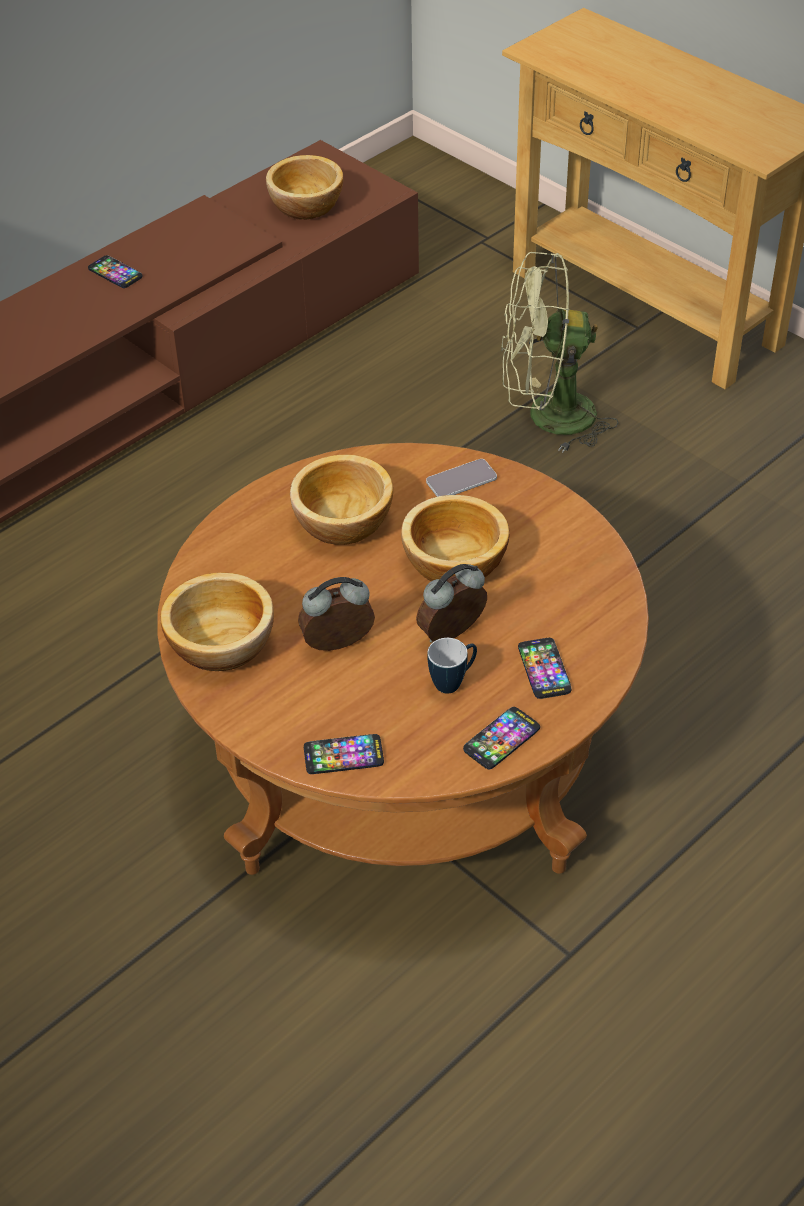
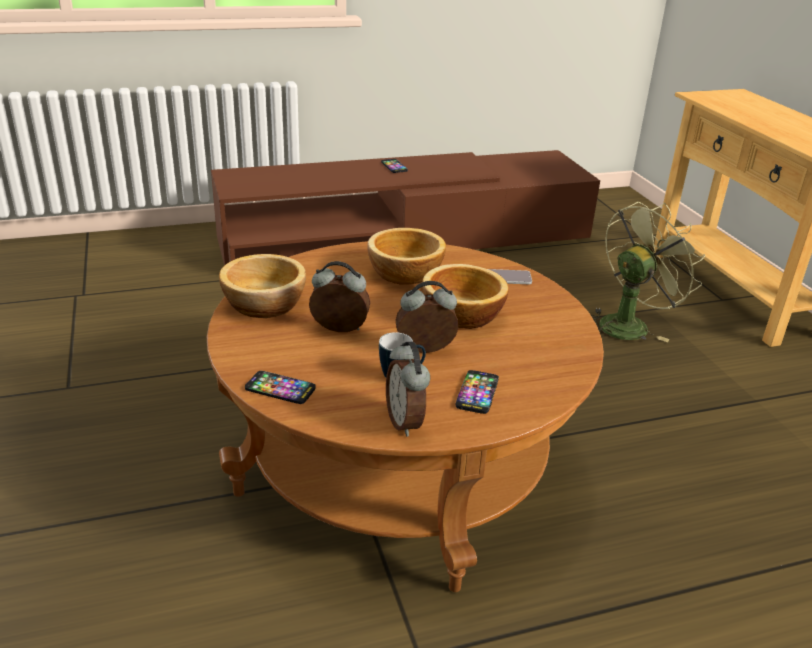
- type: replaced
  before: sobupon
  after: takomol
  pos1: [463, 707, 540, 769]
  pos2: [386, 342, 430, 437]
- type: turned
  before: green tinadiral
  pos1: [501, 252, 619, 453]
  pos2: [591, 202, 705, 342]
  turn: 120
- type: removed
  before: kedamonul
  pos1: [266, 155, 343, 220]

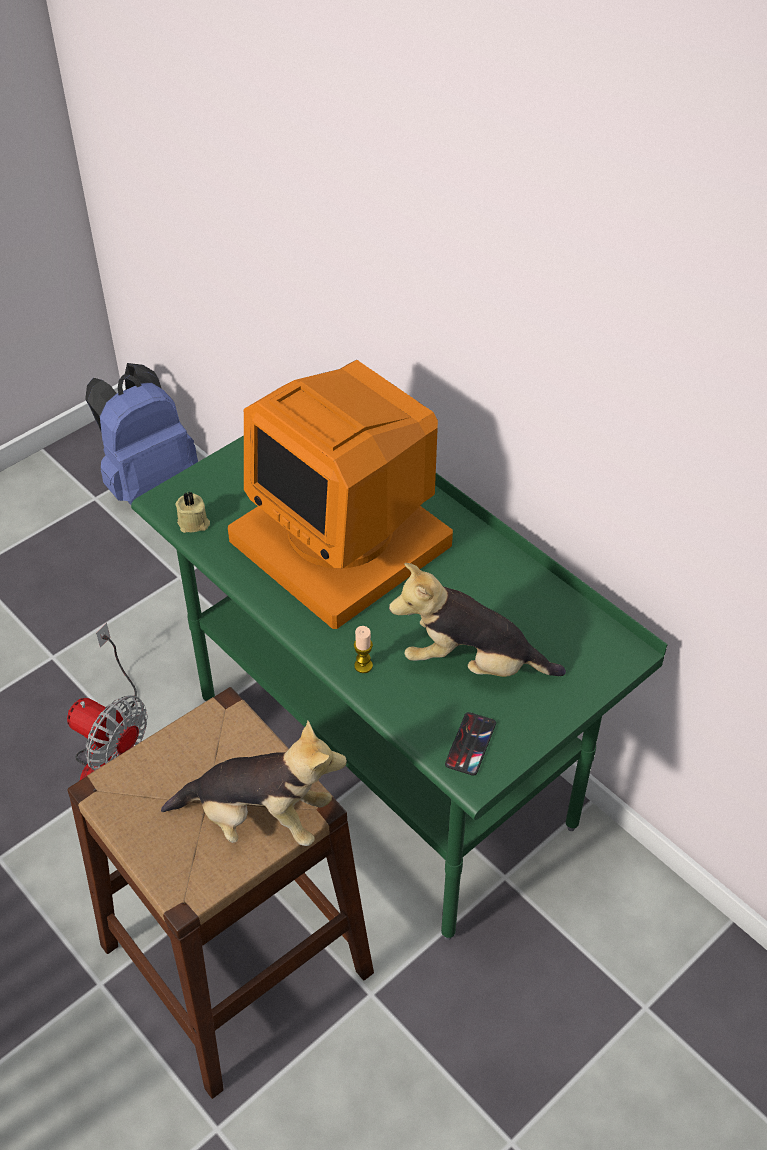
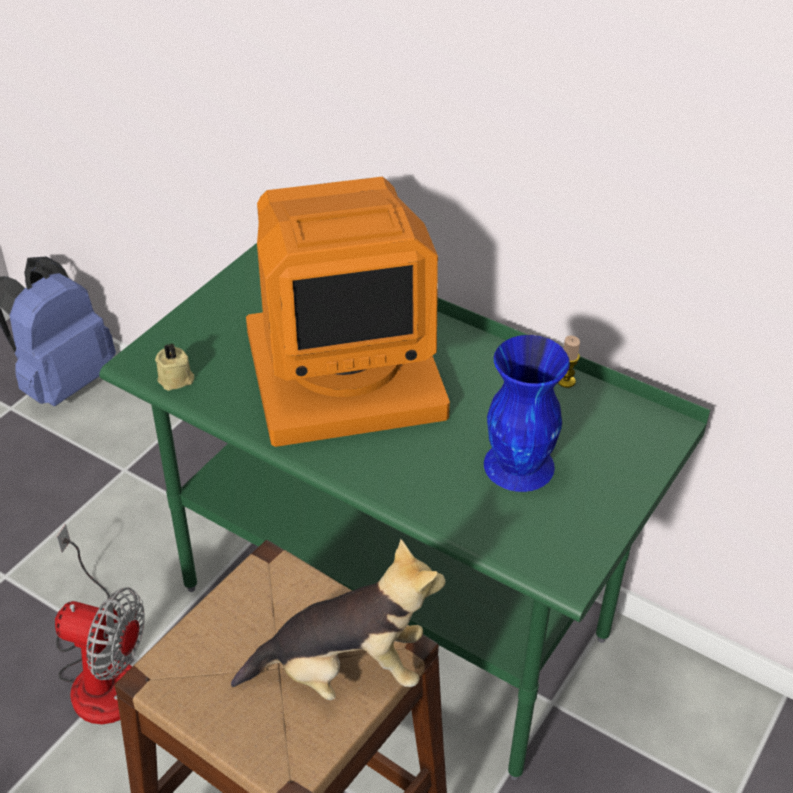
- type: turned
  before: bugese
  pos1: [228, 360, 453, 629]
  pos2: [246, 176, 450, 447]
  turn: -45
- type: replaced
  before: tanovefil
  after: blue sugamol
  pos1: [389, 563, 566, 677]
  pos2: [484, 335, 570, 492]
- type: moved
  before: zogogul
  pos1: [354, 626, 373, 673]
  pos2: [558, 335, 580, 388]
- type: removed
  before: sobupon
  pos1: [445, 712, 496, 776]

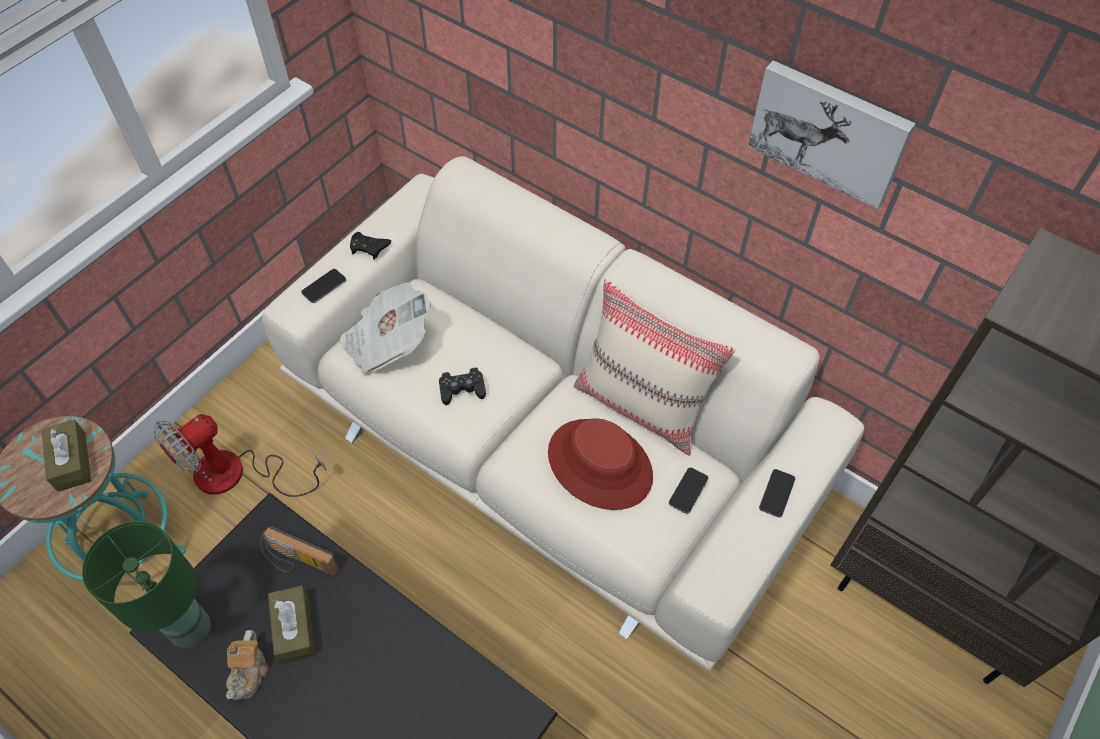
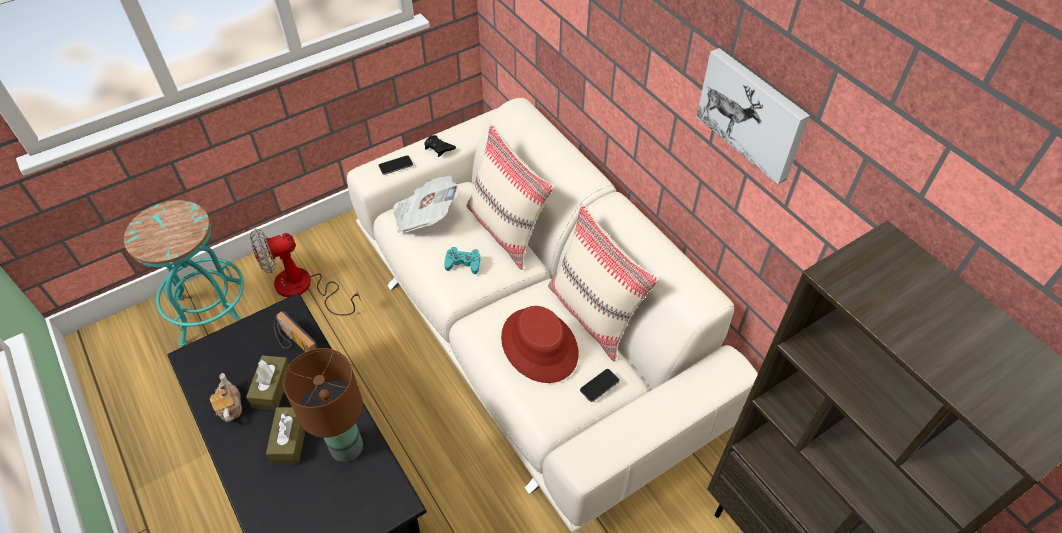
- type: turned
  before: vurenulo
  pos1: [226, 630, 268, 700]
  pos2: [210, 373, 242, 422]
  turn: 135
- type: moved
  before: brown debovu
  pos1: [42, 420, 91, 492]
  pos2: [266, 407, 305, 464]
- type: added
  after: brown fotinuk
  pos2: [283, 348, 363, 462]
- type: recoloured
  before: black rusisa
  after: turquoise rusisa
  pos1: [439, 367, 486, 405]
  pos2: [444, 247, 481, 274]
- type: added
  after: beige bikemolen
  pos2: [467, 123, 554, 270]
- type: removed
  before: green fotinuk
  pos1: [82, 521, 211, 649]
- type: removed
  before: sobupon
  pos1: [759, 469, 795, 518]

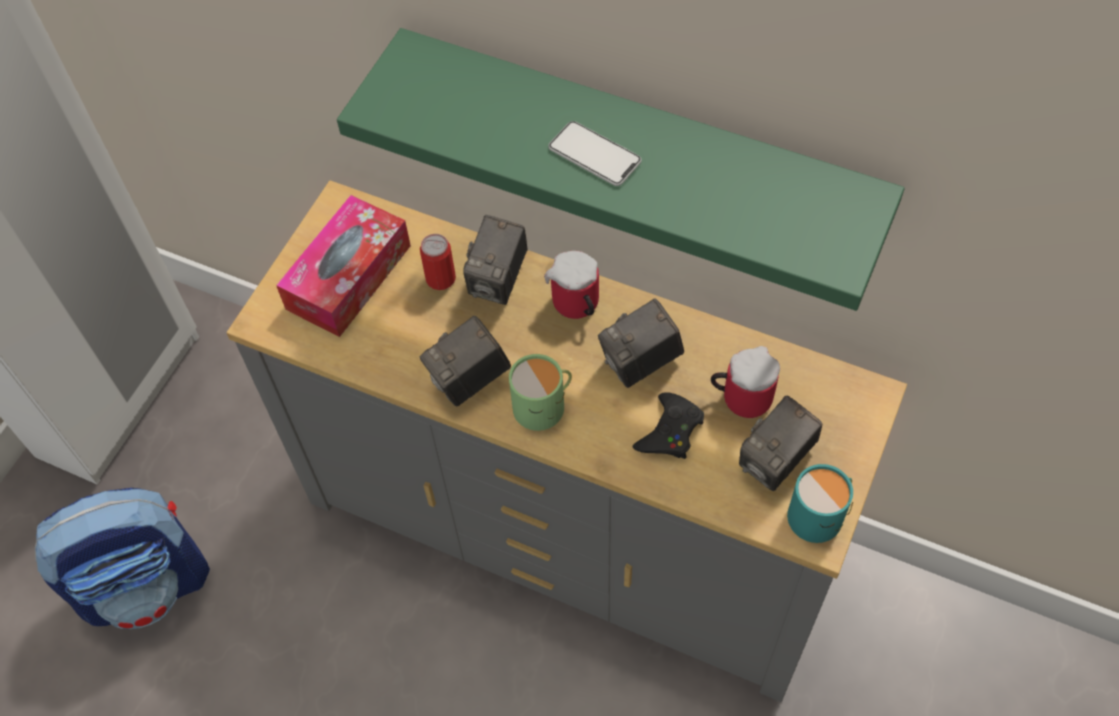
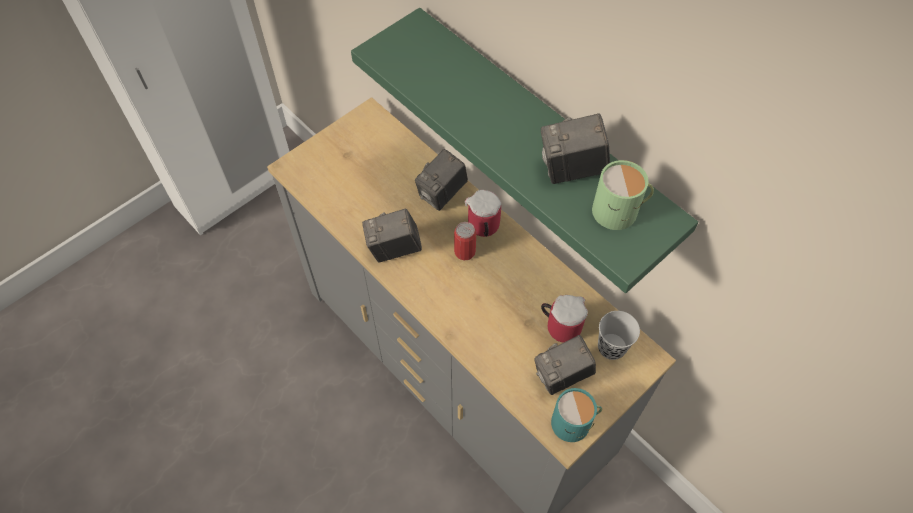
- type: moved
  before: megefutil
  pos1: [420, 234, 456, 290]
  pos2: [454, 222, 476, 260]
- type: moved
  before: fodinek
  pos1: [598, 299, 684, 388]
  pos2: [541, 113, 610, 184]
- type: moved
  before: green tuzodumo
  pos1: [509, 354, 572, 431]
  pos2: [592, 160, 654, 230]
- type: added
  after: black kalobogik
  pos2: [598, 311, 640, 360]
- type: removed
  before: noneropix
  pos1: [35, 488, 210, 629]
- type: removed
  before: debovu
  pos1: [276, 195, 411, 337]
- type: removed
  before: sobupon
  pos1: [548, 121, 642, 186]
- type: removed
  before: black rusisa
  pos1: [633, 392, 704, 459]

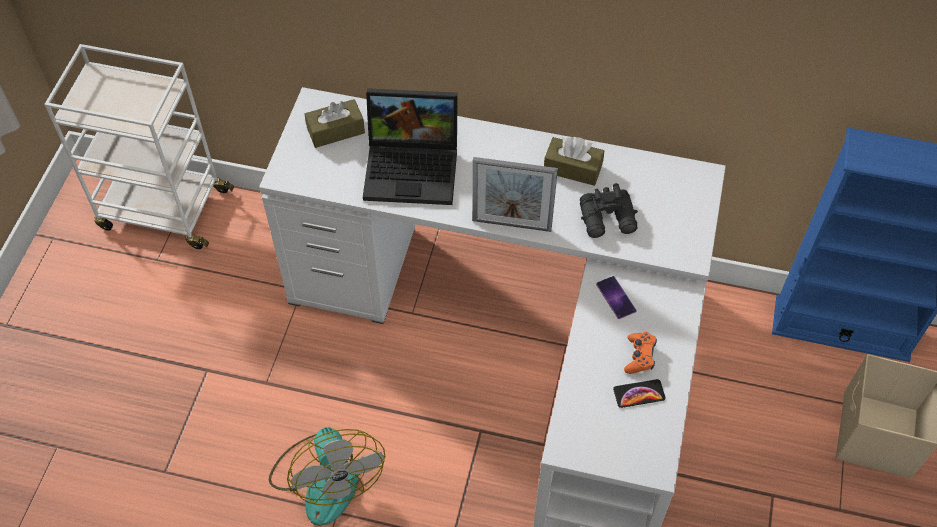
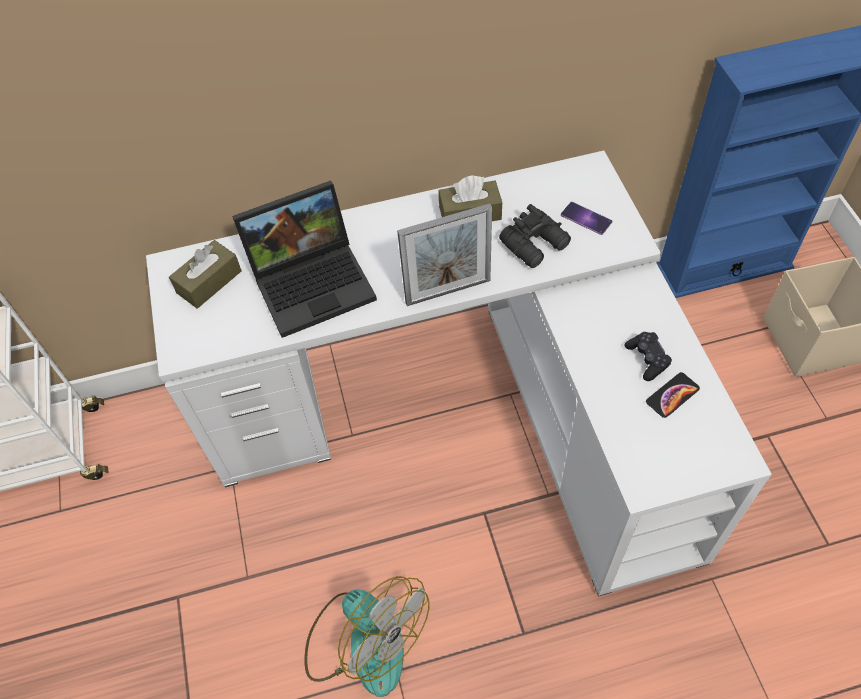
- type: moved
  before: sobupon
  pos1: [596, 276, 636, 319]
  pos2: [561, 202, 612, 235]
- type: recoloured
  before: orange rusisa
  after: black rusisa
  pos1: [624, 332, 657, 374]
  pos2: [624, 332, 672, 381]

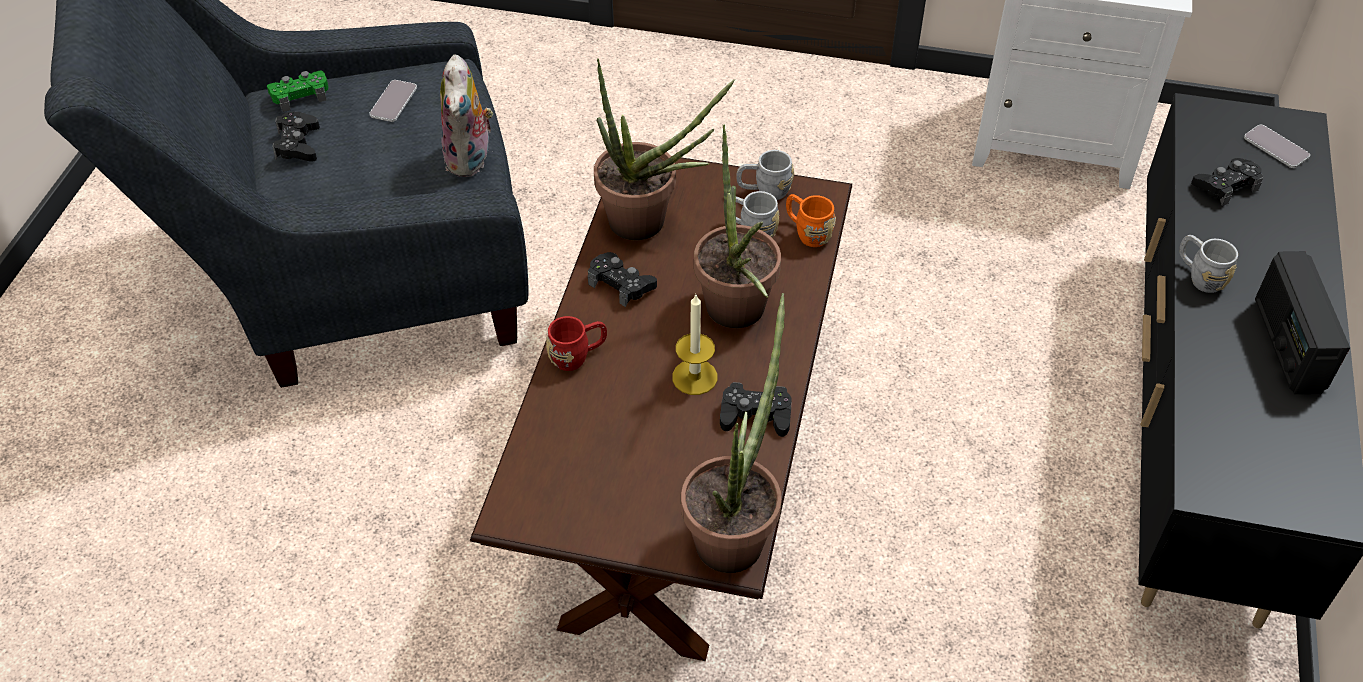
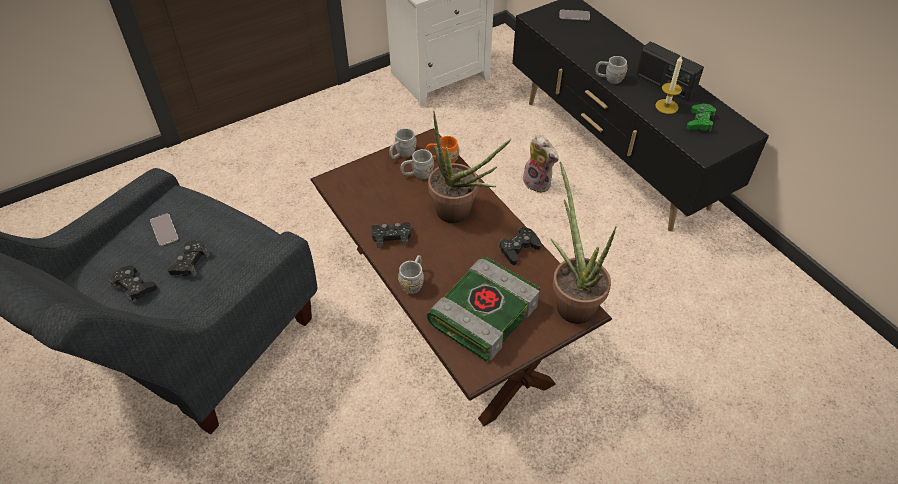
- type: moved
  before: black rusisa
  pos1: [1191, 158, 1263, 206]
  pos2: [167, 240, 210, 278]
- type: recoloured
  before: red tuzodumo
  after: grey tuzodumo
  pos1: [546, 316, 607, 371]
  pos2: [398, 255, 424, 294]
- type: added
  after: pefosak
  pos2: [427, 257, 540, 362]
- type: moved
  before: tanovefil
  pos1: [440, 55, 493, 177]
  pos2: [523, 135, 559, 193]
- type: moved
  before: zogogul
  pos1: [672, 295, 718, 395]
  pos2: [655, 56, 683, 114]
- type: moved
  before: green rusisa
  pos1: [267, 71, 328, 112]
  pos2: [686, 104, 716, 132]
- type: removed
  before: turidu
  pos1: [594, 59, 735, 241]

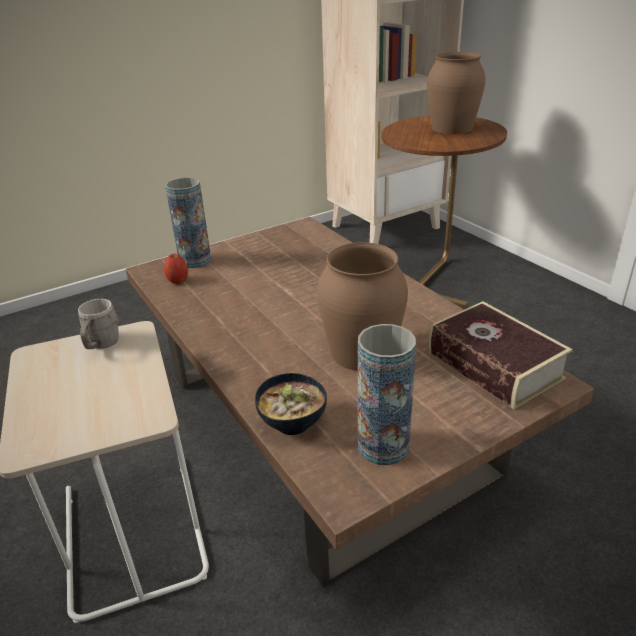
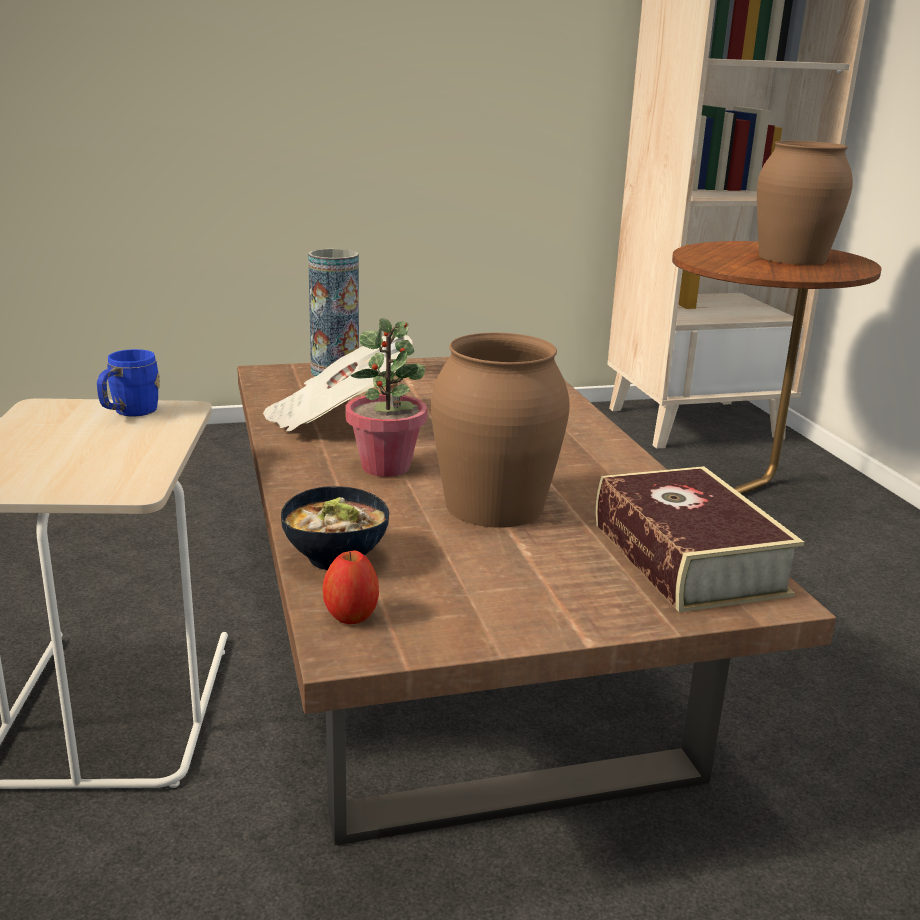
- type: recoloured
  before: grey tuzodumo
  after: blue tuzodumo
  pos1: [78, 299, 119, 349]
  pos2: [97, 349, 160, 416]
- type: added
  after: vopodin
  pos2: [263, 335, 413, 431]
- type: moved
  before: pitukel
  pos1: [164, 253, 188, 284]
  pos2: [323, 551, 379, 624]
- type: added
  after: turidu
  pos2: [345, 319, 427, 477]
- type: removed
  before: sugamol
  pos1: [358, 324, 416, 465]

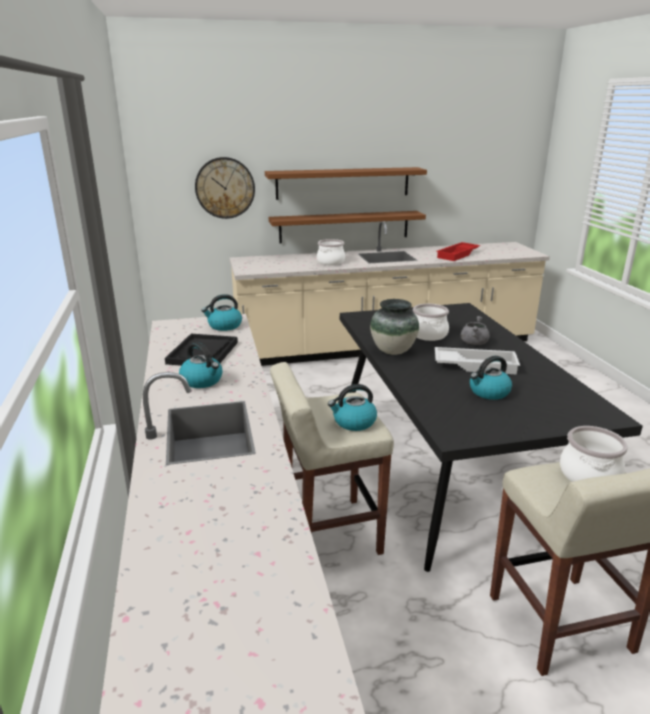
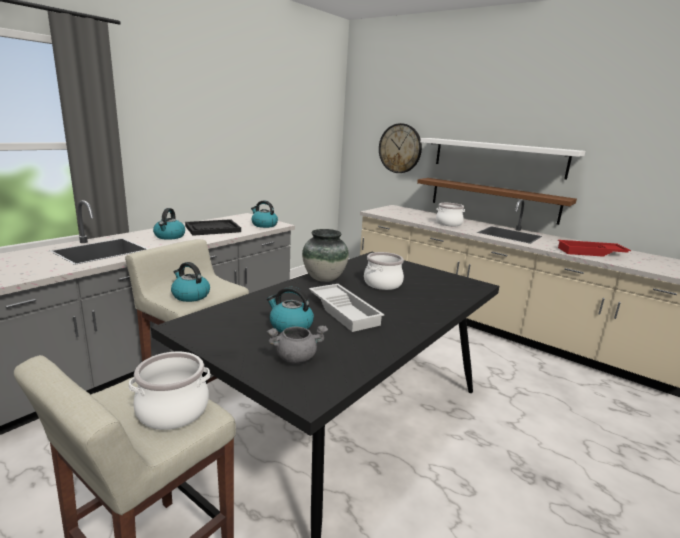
- type: moved
  before: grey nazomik
  pos1: [461, 316, 490, 345]
  pos2: [267, 326, 328, 363]
- type: recoloured
  before: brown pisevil
  after: white pisevil
  pos1: [265, 167, 427, 200]
  pos2: [420, 138, 585, 179]

